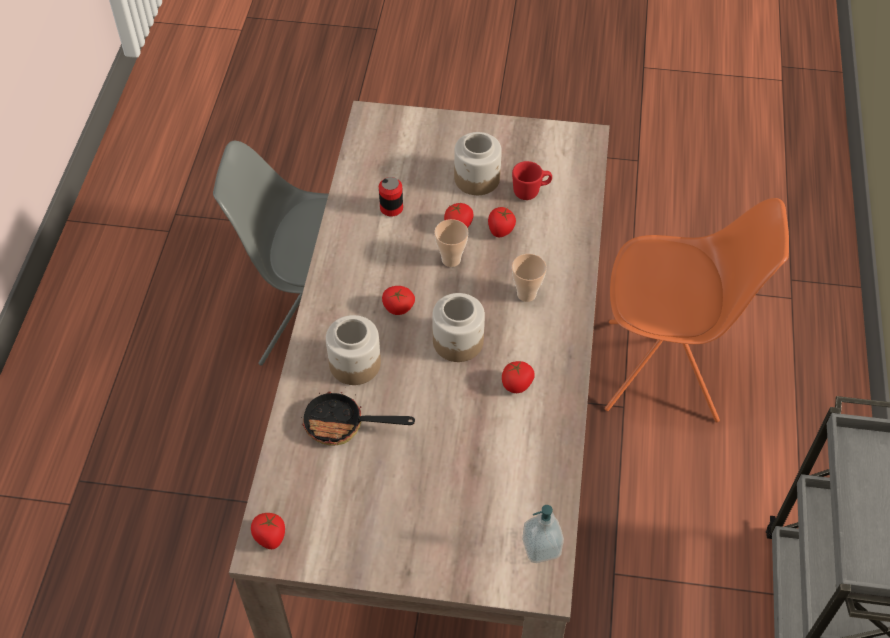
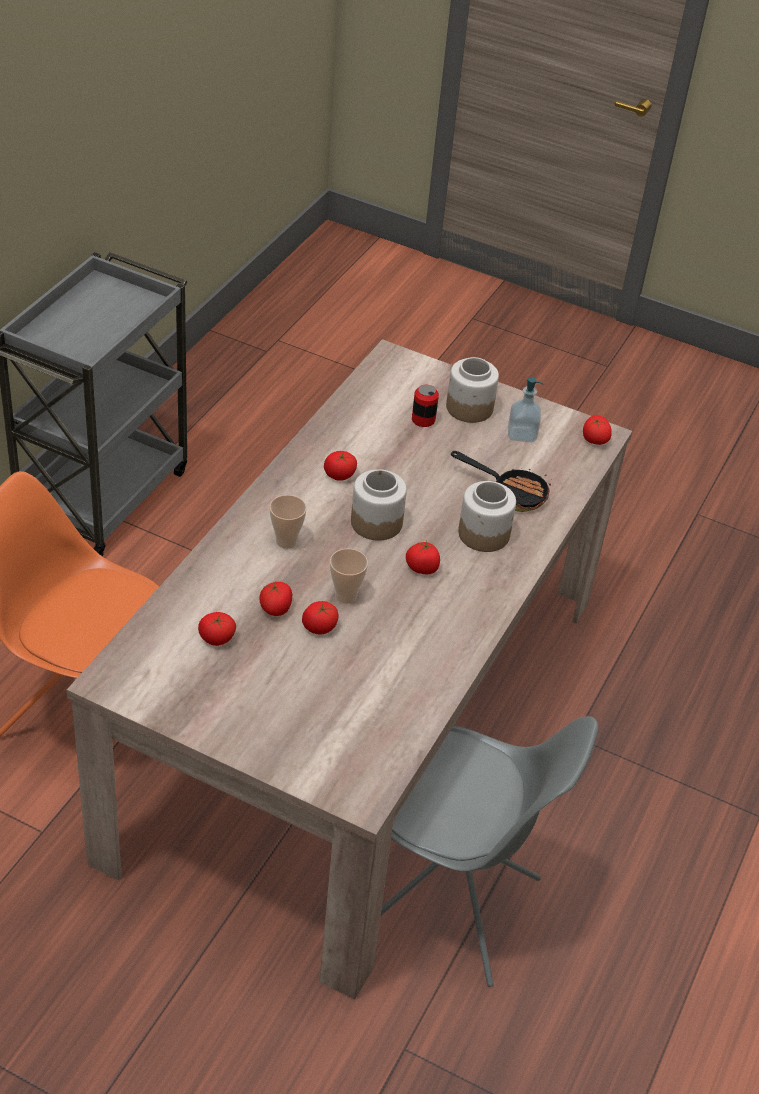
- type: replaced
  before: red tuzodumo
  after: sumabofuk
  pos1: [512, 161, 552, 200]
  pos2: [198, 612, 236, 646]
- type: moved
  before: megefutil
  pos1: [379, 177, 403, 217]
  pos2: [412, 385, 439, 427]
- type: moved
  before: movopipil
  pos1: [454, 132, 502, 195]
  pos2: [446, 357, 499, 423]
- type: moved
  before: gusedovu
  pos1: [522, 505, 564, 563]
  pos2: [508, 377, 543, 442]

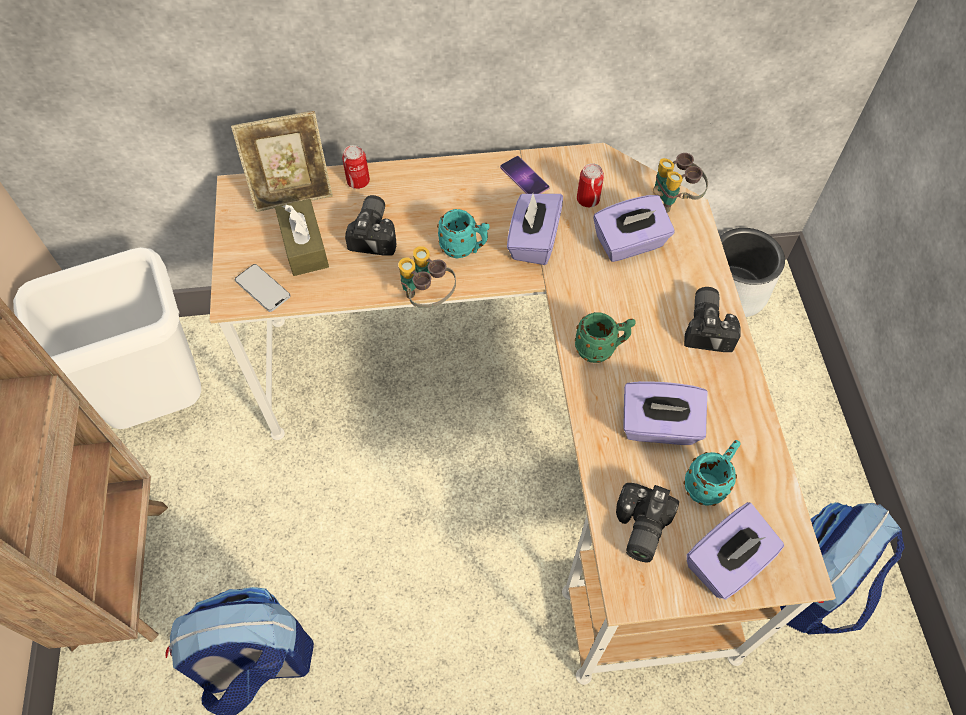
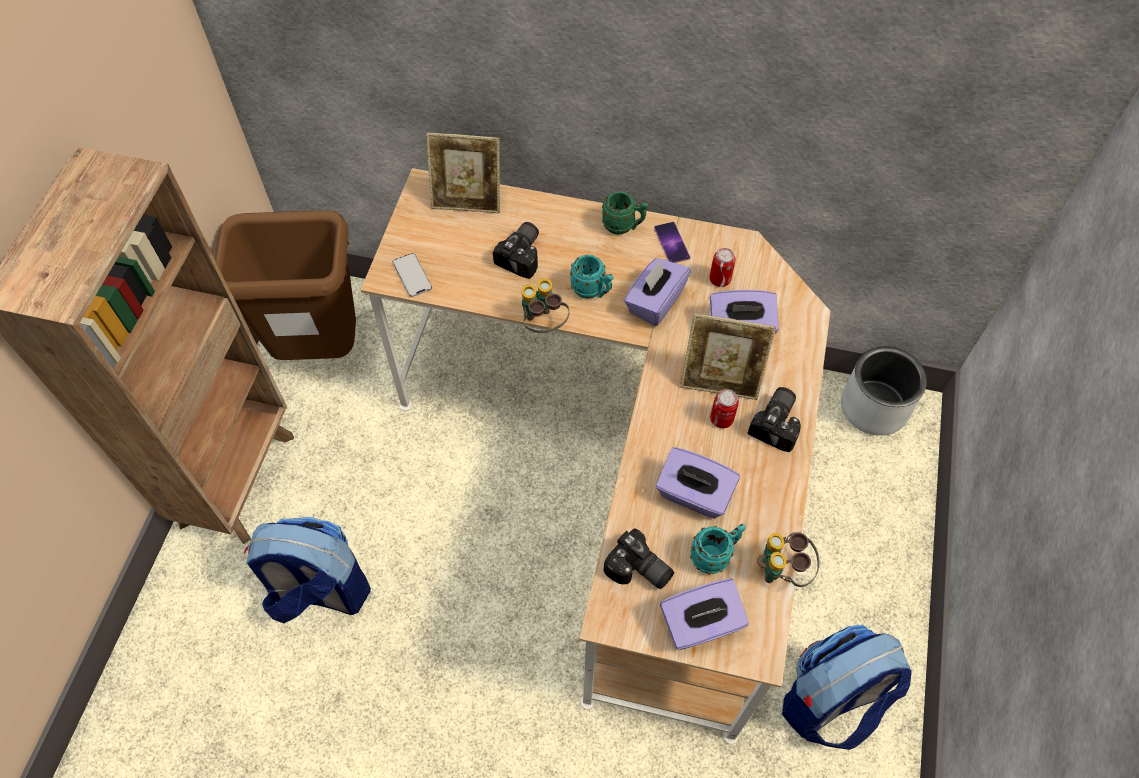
- type: recoloured
  before: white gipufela
  after: brown gipufela
  pos1: [13, 247, 201, 429]
  pos2: [215, 210, 356, 360]
- type: moved
  before: green tuzodumo
  pos1: [575, 312, 636, 363]
  pos2: [602, 191, 648, 235]
- type: turned
  before: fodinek
  pos1: [616, 483, 679, 562]
  pos2: [604, 528, 674, 589]
  turn: -90
- type: added
  after: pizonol
  pos2: [680, 313, 776, 400]
- type: moved
  before: megefutil
  pos1: [342, 145, 370, 189]
  pos2: [710, 389, 739, 428]
- type: moved
  before: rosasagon
  pos1: [653, 153, 708, 213]
  pos2: [757, 532, 820, 587]
- type: removed
  before: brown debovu
  pos1: [275, 199, 329, 276]

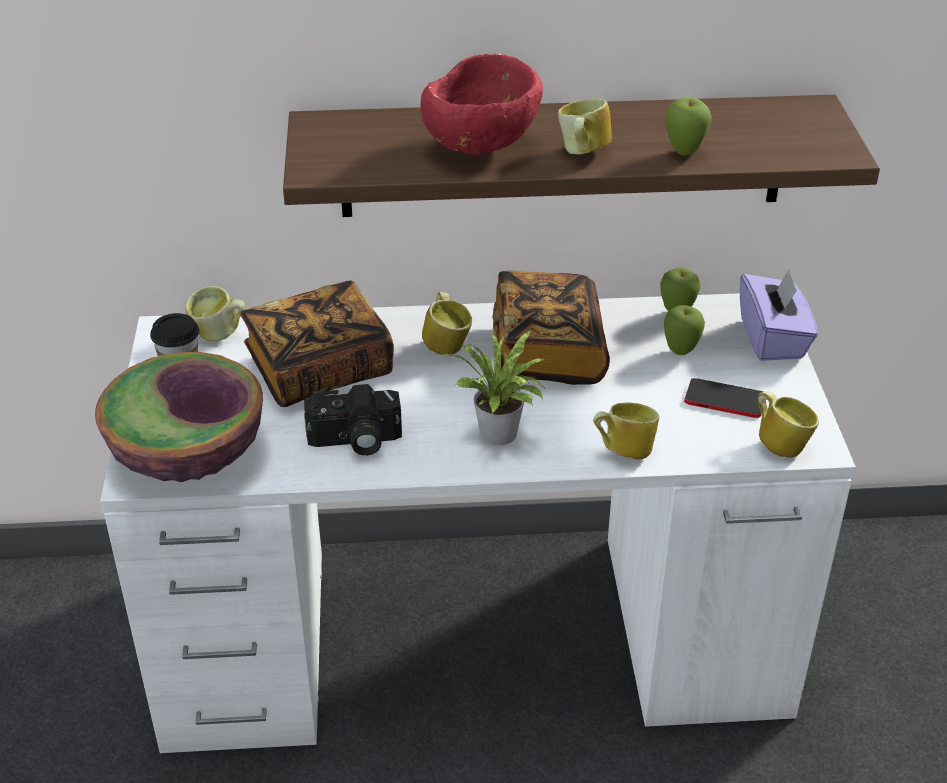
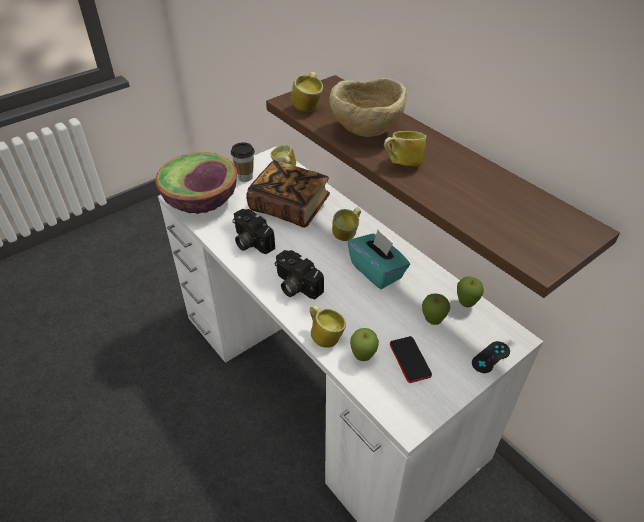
- type: replaced
  before: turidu
  after: fodinek
  pos1: [440, 330, 547, 445]
  pos2: [275, 250, 324, 299]
- type: moved
  before: tuzodumo
  pos1: [758, 391, 819, 458]
  pos2: [291, 71, 323, 112]
- type: recoloured
  before: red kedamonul
  after: beige kedamonul
  pos1: [420, 53, 543, 155]
  pos2: [330, 78, 407, 137]
- type: replaced
  before: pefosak
  after: turquoise debovu
  pos1: [492, 270, 610, 385]
  pos2: [348, 230, 410, 289]
- type: moved
  before: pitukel
  pos1: [665, 98, 712, 156]
  pos2: [350, 328, 379, 361]
- type: replaced
  before: purple debovu
  after: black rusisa
  pos1: [740, 269, 818, 361]
  pos2: [472, 341, 510, 373]

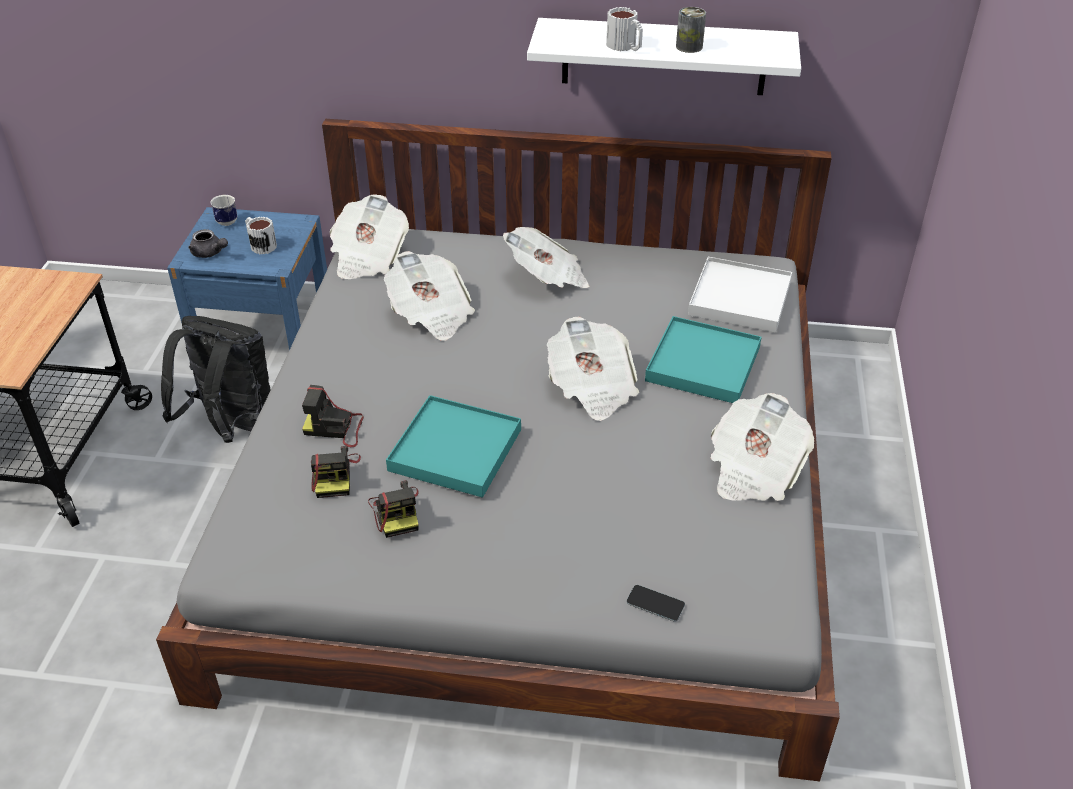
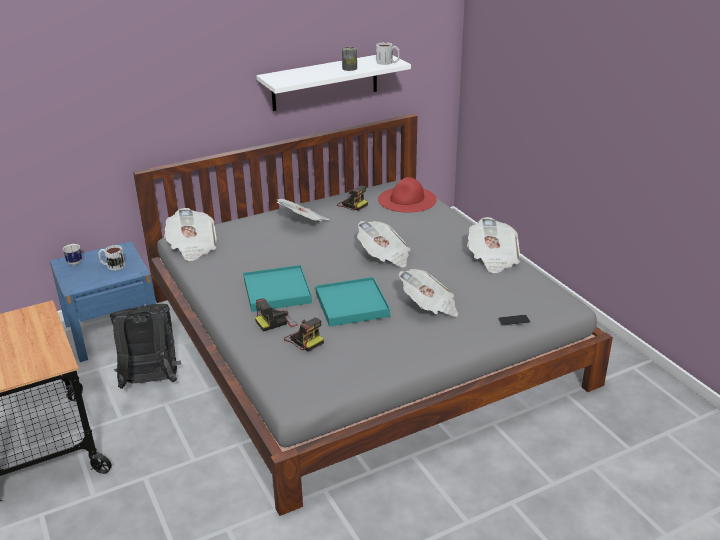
- type: moved
  before: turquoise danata
  pos1: [645, 316, 762, 403]
  pos2: [243, 265, 312, 312]
- type: moved
  before: fodinek
  pos1: [368, 480, 419, 538]
  pos2: [337, 185, 368, 211]
- type: moved
  before: tuzodumo
  pos1: [606, 7, 643, 51]
  pos2: [376, 42, 400, 65]
- type: replaced
  before: white danata
  after: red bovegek
  pos1: [688, 257, 792, 333]
  pos2: [378, 177, 437, 212]
- type: moved
  before: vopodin
  pos1: [384, 251, 475, 341]
  pos2: [399, 269, 458, 317]
- type: removed
  before: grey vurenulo
  pos1: [188, 229, 228, 258]

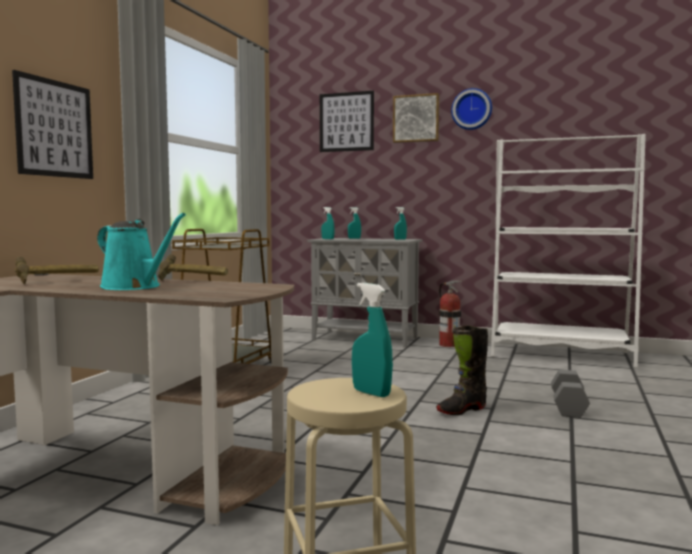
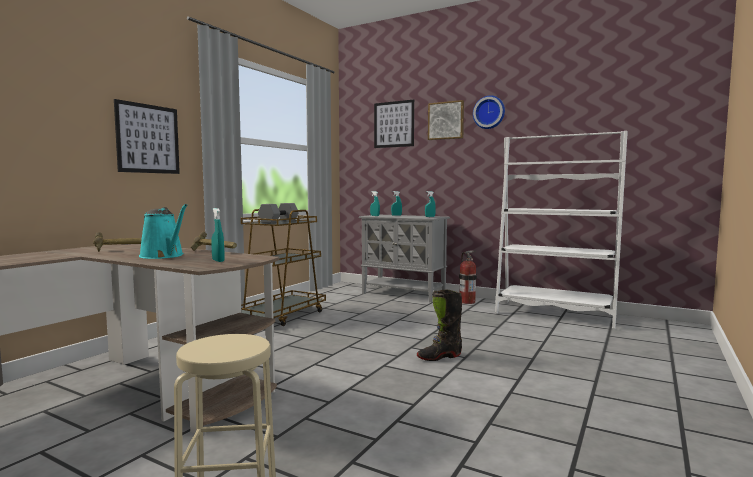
- type: moved
  before: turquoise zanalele
  pos1: [352, 283, 393, 397]
  pos2: [211, 208, 224, 262]
- type: moved
  before: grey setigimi
  pos1: [551, 370, 590, 418]
  pos2: [258, 203, 299, 223]

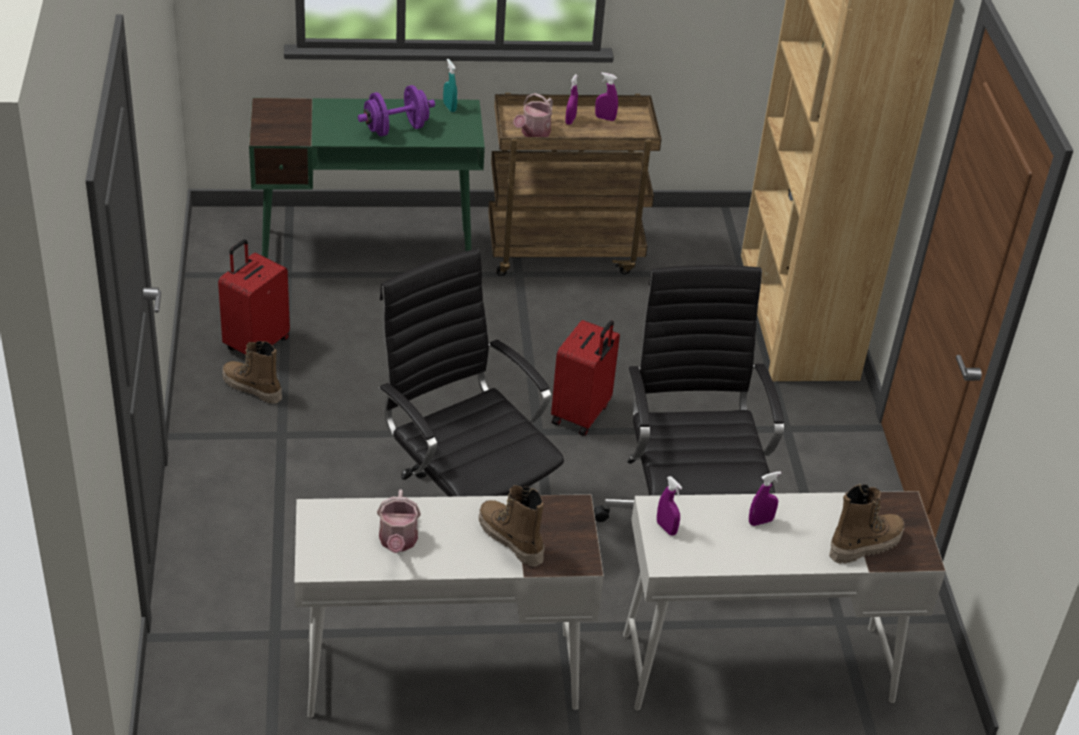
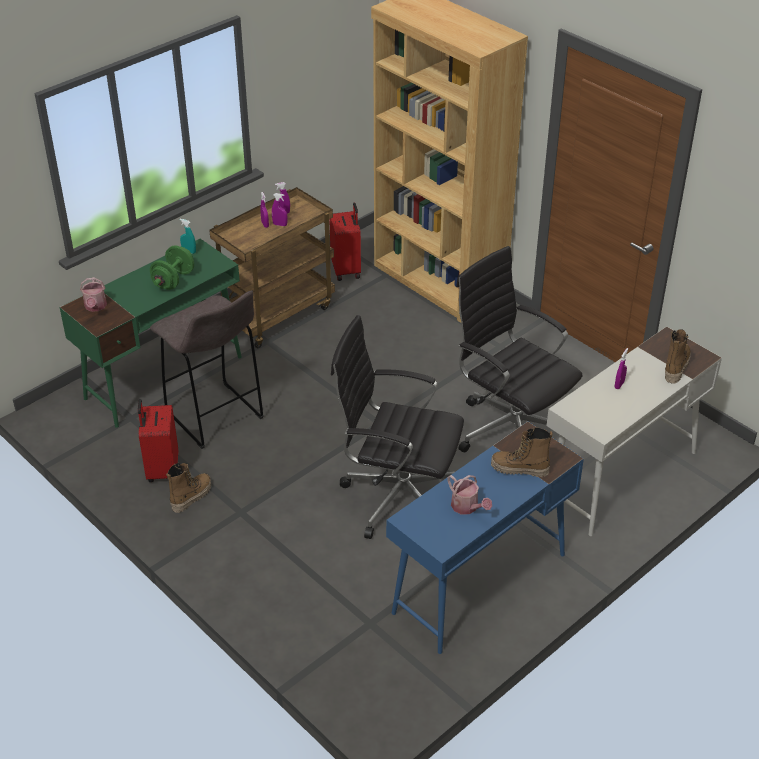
- type: moved
  before: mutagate
  pos1: [514, 93, 553, 137]
  pos2: [80, 277, 107, 312]
- type: recoloured
  before: purple setigimi
  after: green setigimi
  pos1: [358, 85, 435, 136]
  pos2: [150, 246, 194, 290]
- type: added
  after: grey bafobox
  pos2: [150, 291, 264, 449]
- type: turned
  before: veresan
  pos1: [222, 341, 282, 404]
  pos2: [166, 463, 211, 513]
  turn: 135
- type: moved
  before: purple zanalele
  pos1: [657, 476, 682, 535]
  pos2: [272, 193, 287, 226]
- type: moved
  before: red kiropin
  pos1: [551, 320, 620, 436]
  pos2: [329, 203, 361, 281]
- type: recoloured
  before: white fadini
  after: blue fadini
  pos1: [294, 494, 604, 718]
  pos2: [386, 421, 584, 654]

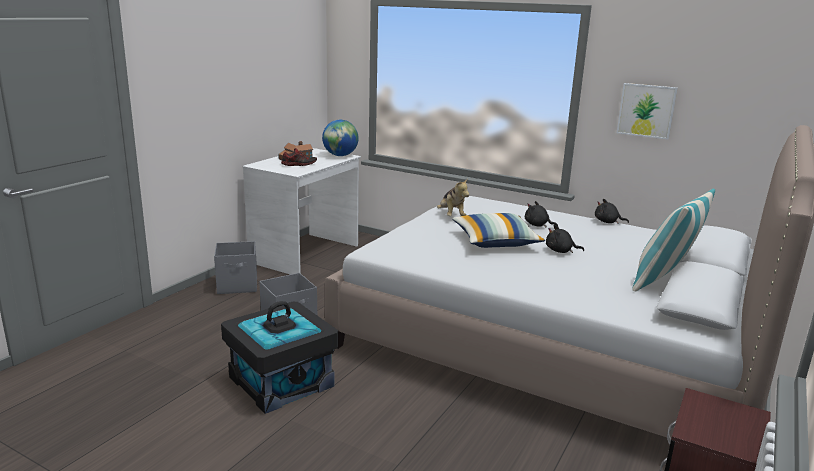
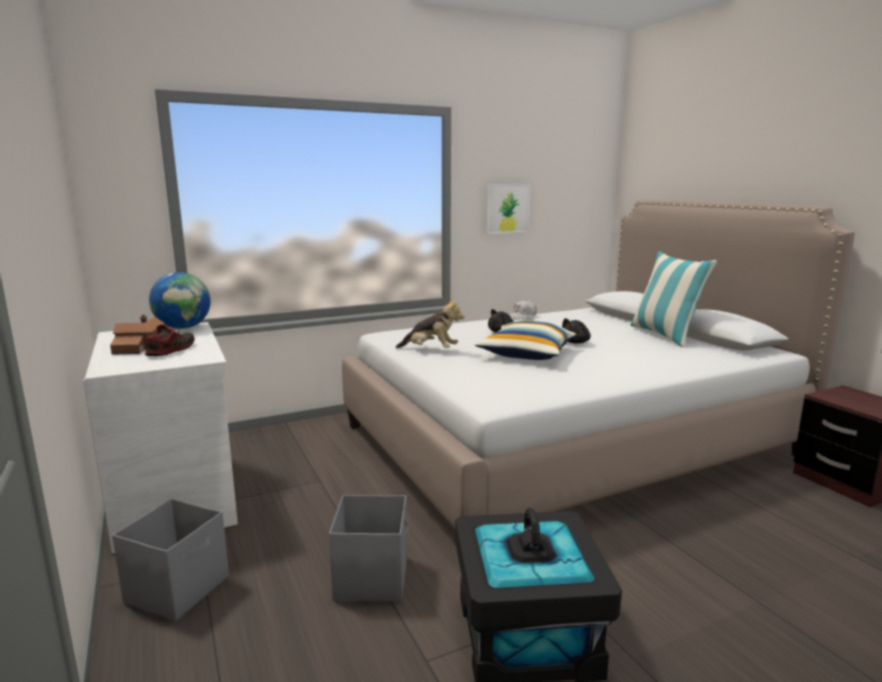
- type: replaced
  before: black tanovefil
  after: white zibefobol
  pos1: [595, 199, 629, 224]
  pos2: [508, 299, 537, 320]

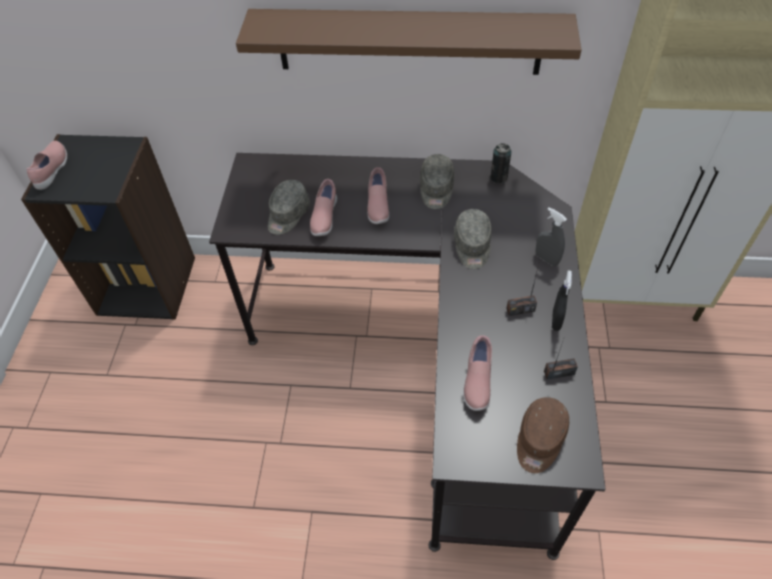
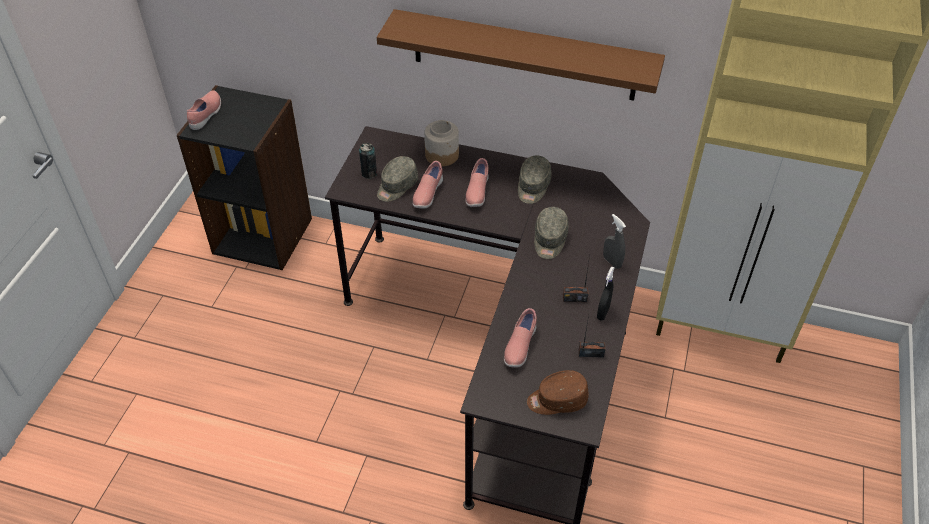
- type: moved
  before: megefutil
  pos1: [490, 143, 512, 183]
  pos2: [359, 143, 377, 179]
- type: added
  after: movopipil
  pos2: [424, 120, 459, 166]
- type: turned
  before: brown zibefobol
  pos1: [517, 397, 569, 473]
  pos2: [527, 370, 589, 415]
  turn: 45

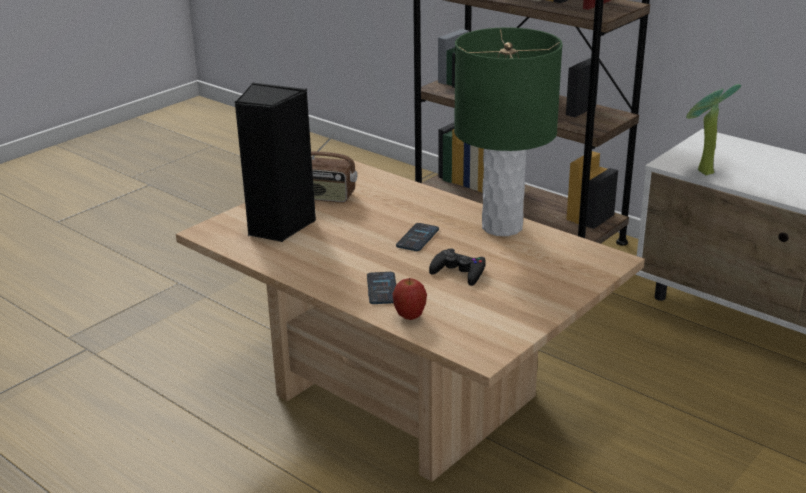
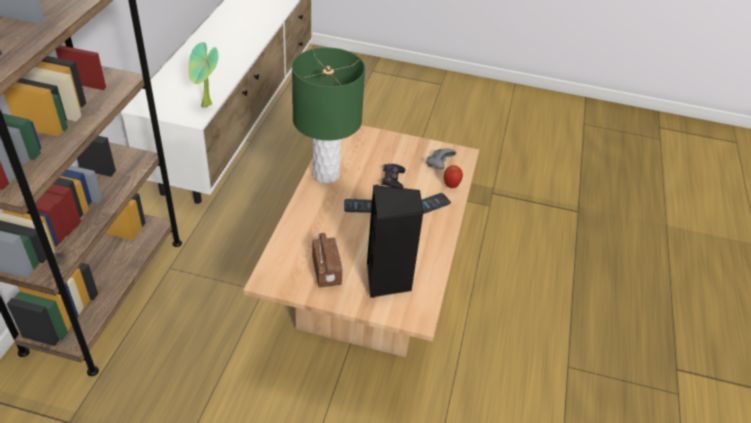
- type: added
  after: grey rusisa
  pos2: [426, 148, 456, 169]

